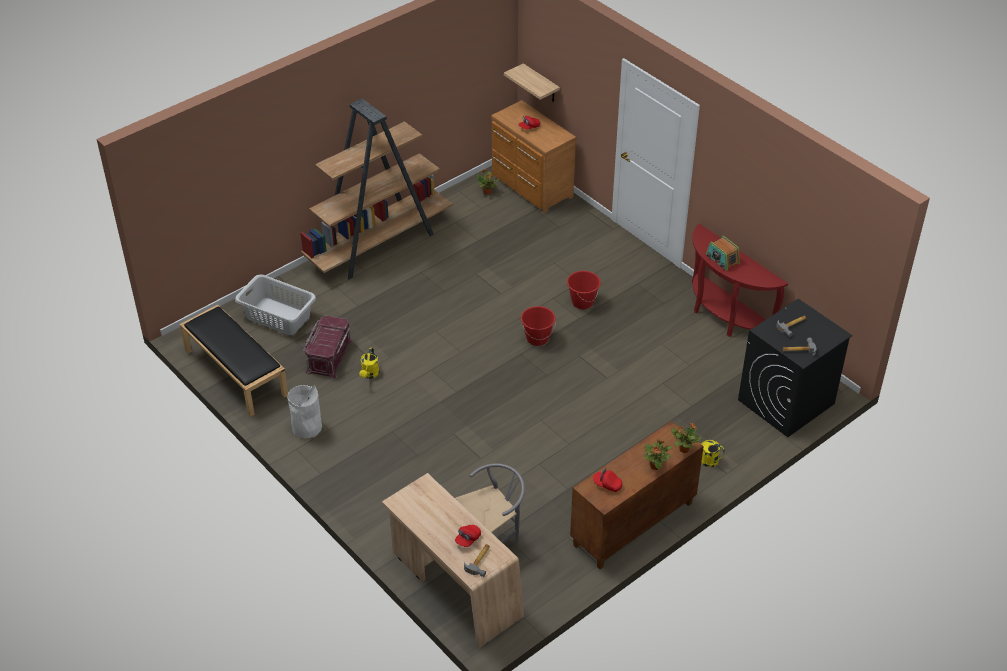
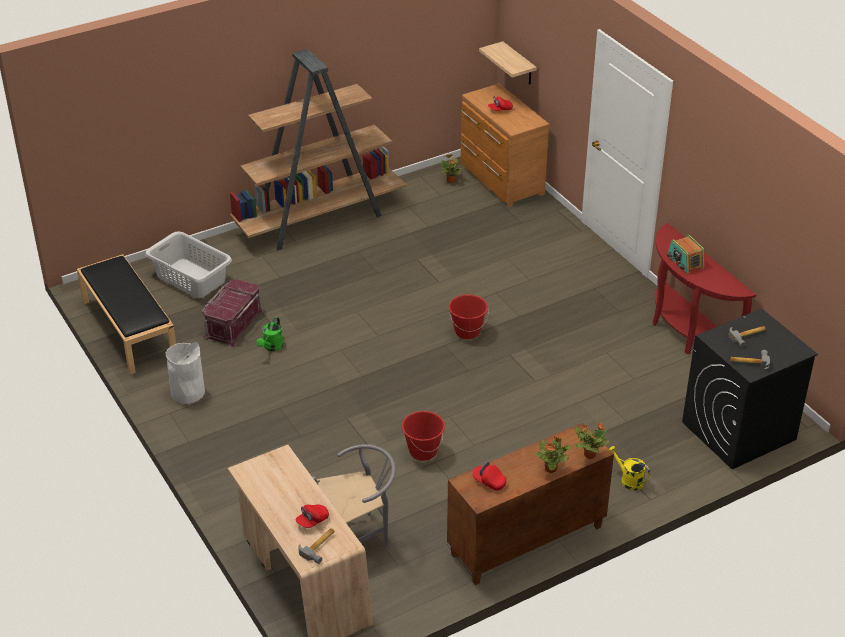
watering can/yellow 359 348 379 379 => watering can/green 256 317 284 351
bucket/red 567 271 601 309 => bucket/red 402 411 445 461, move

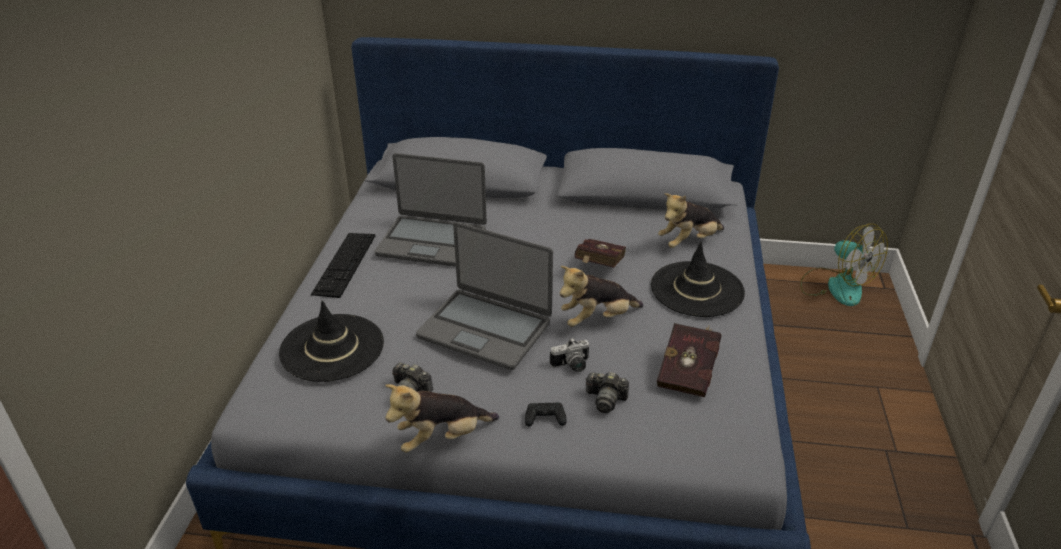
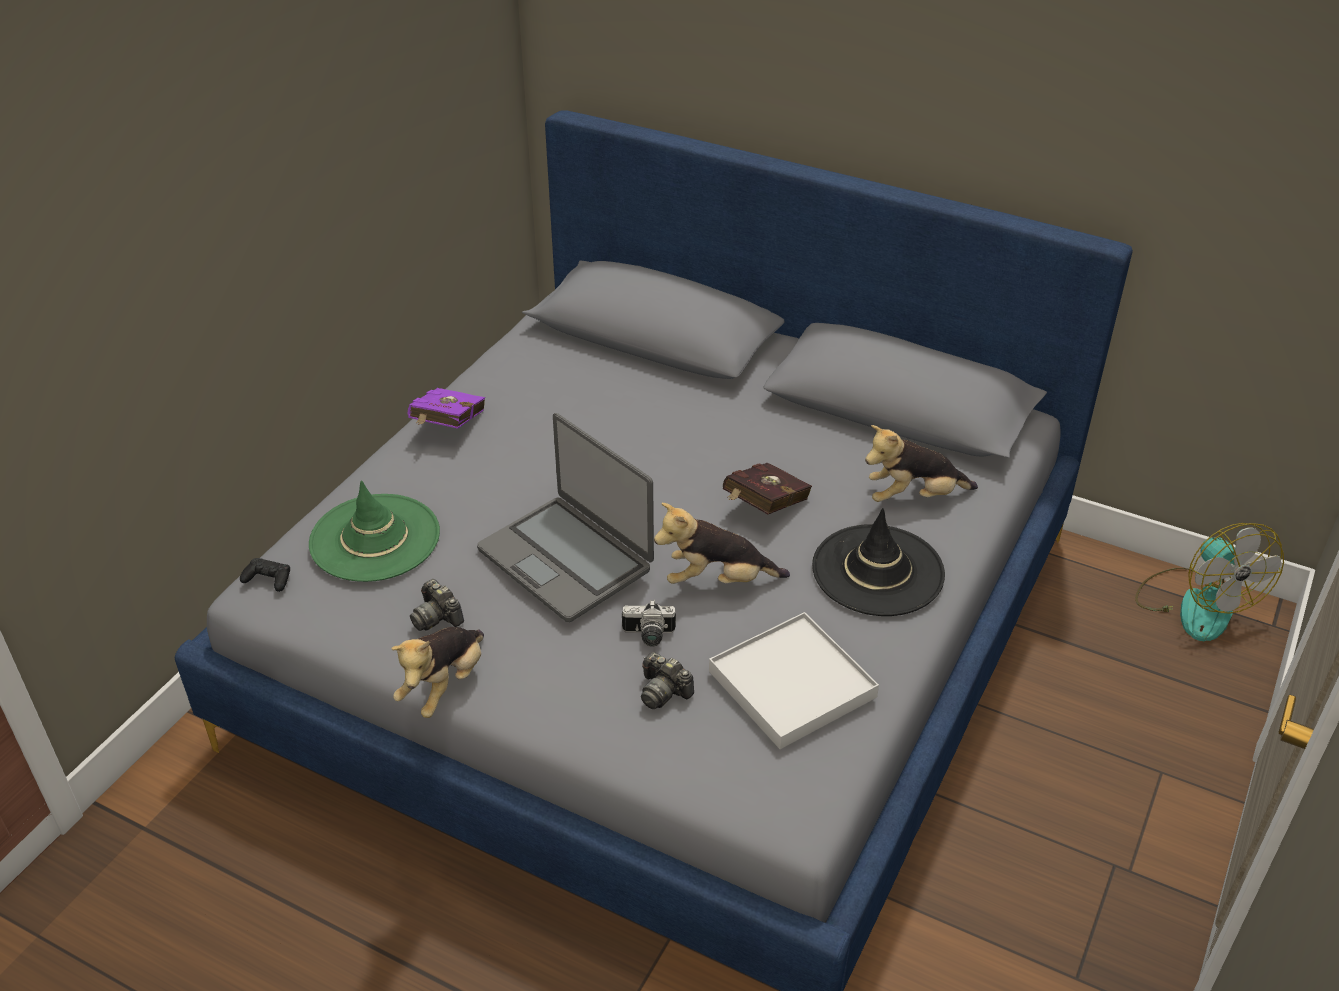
game controller/black 525 402 567 426 => game controller/black 240 558 290 592, move
hat/black 279 300 384 382 => hat/green 309 480 440 582
plush toy 385 384 499 452 => plush toy 392 627 484 718, 60 degrees counterclockwise
keyboard 311 233 375 298 => book/purple 408 388 485 429
book/red 657 323 721 397 => tray/white 709 612 879 749
laptop 375 153 487 267 => nothing

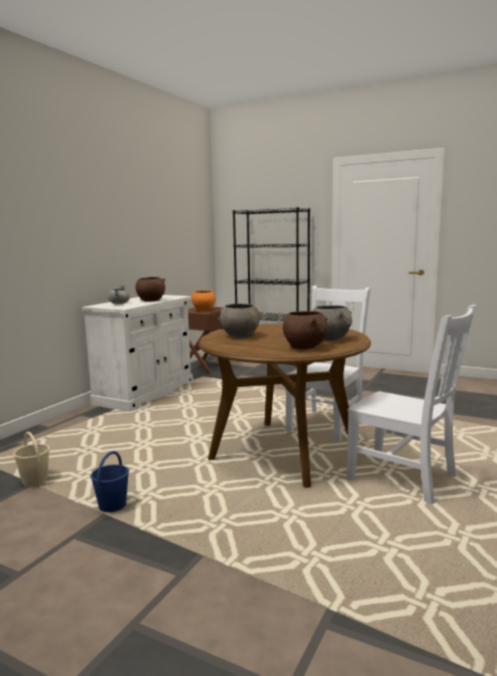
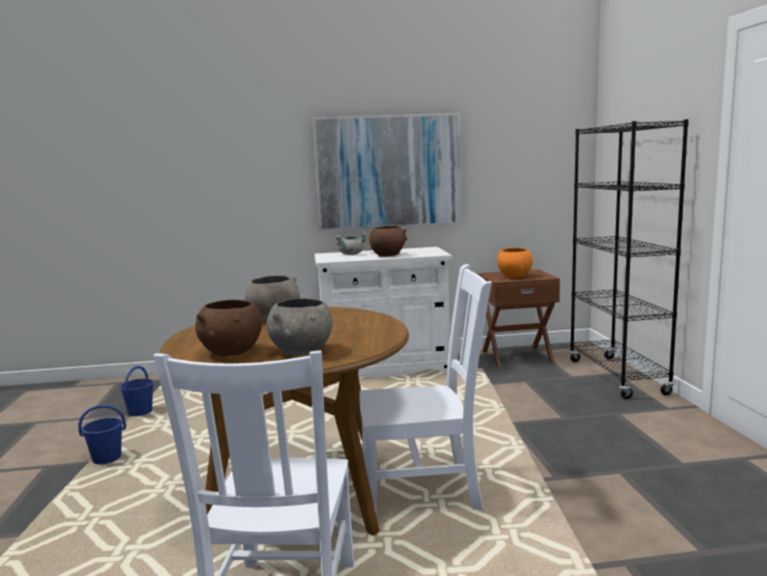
bucket/beige 13 432 50 486 => bucket/blue 120 366 153 416
nothing => picture 312 113 461 232

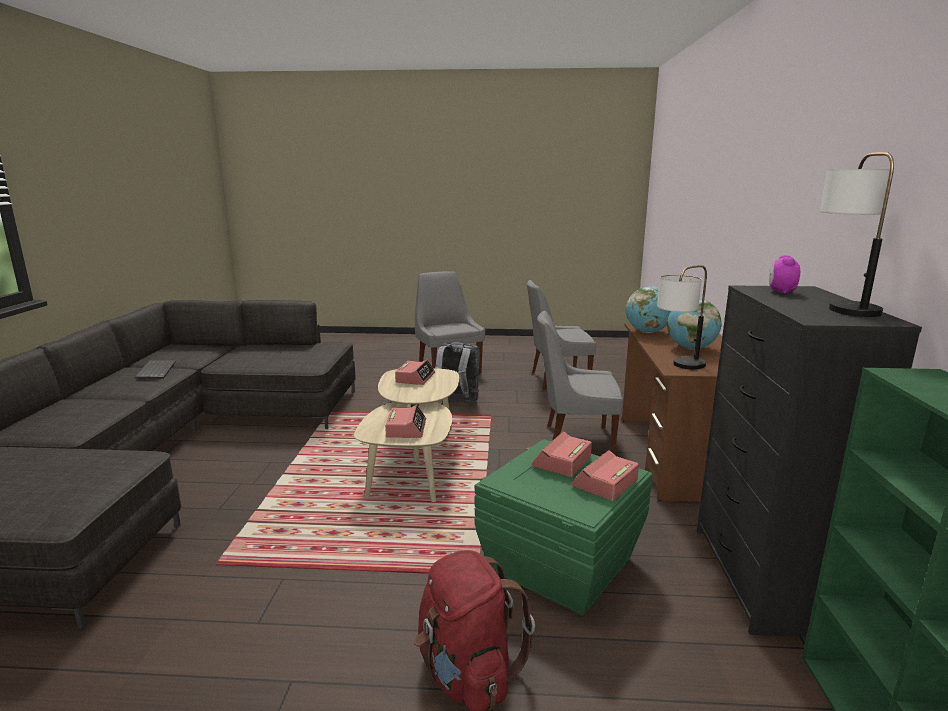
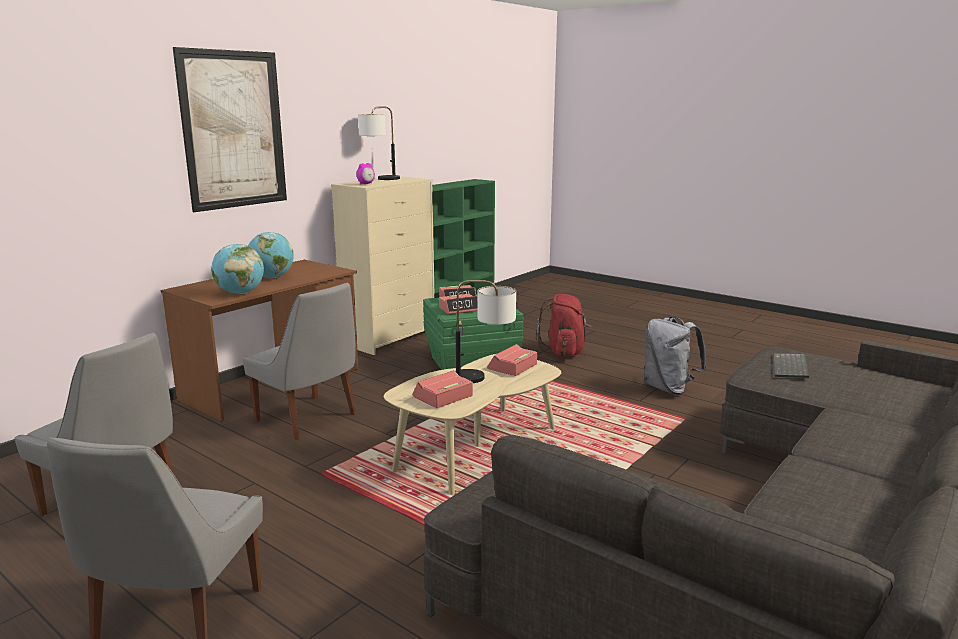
nothing => picture 173 47 287 212
dresser/black 697 285 922 637 => dresser/beige 331 176 435 355
table lamp 657 265 707 369 => table lamp 455 280 516 383, move
backpack/grey 435 342 480 403 => backpack/grey 644 317 706 395, move
keyboard 135 360 175 379 => keyboard 773 353 809 378, move

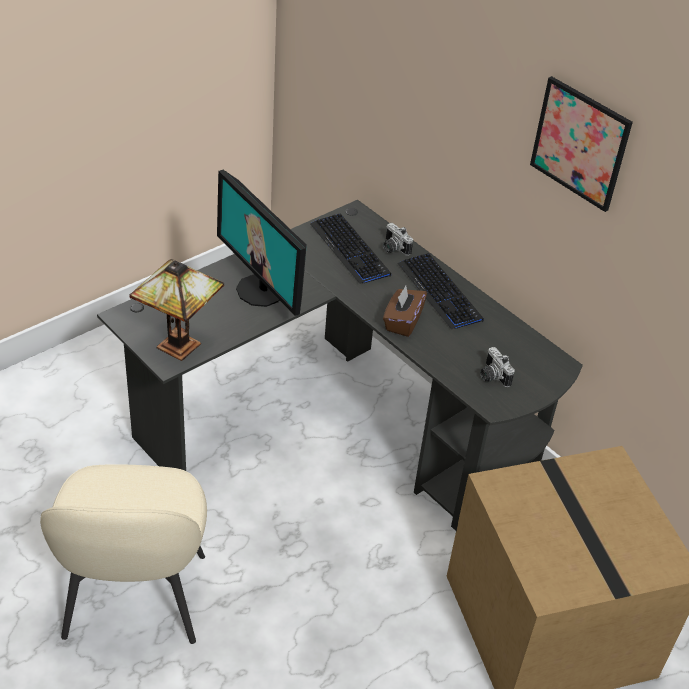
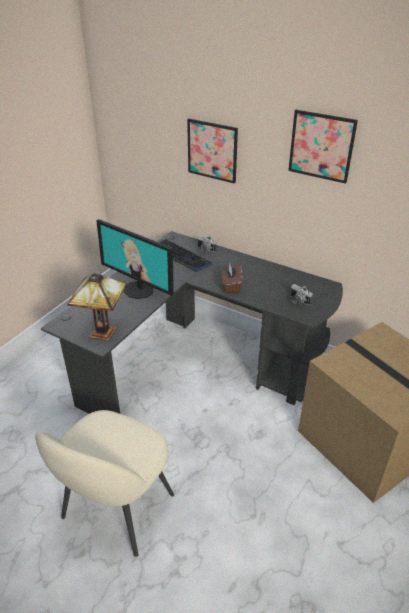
chair/beige 40 465 207 644 => chair/beige 35 410 174 557, 45 degrees clockwise
nothing => picture 187 119 238 184
keyboard 398 253 484 330 => nothing

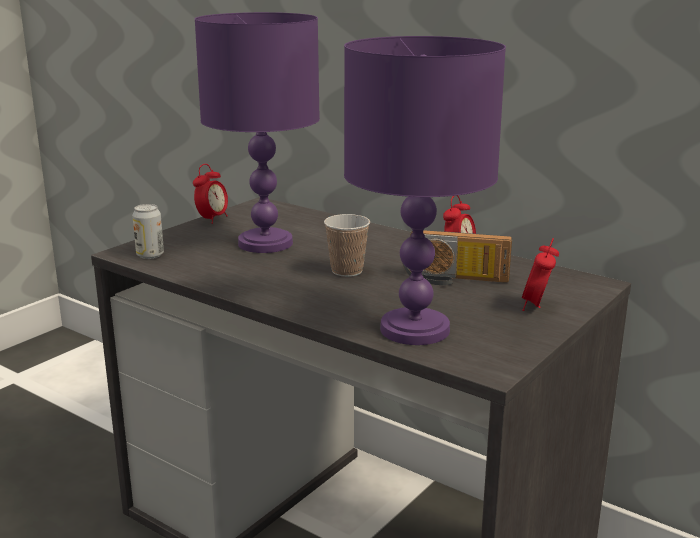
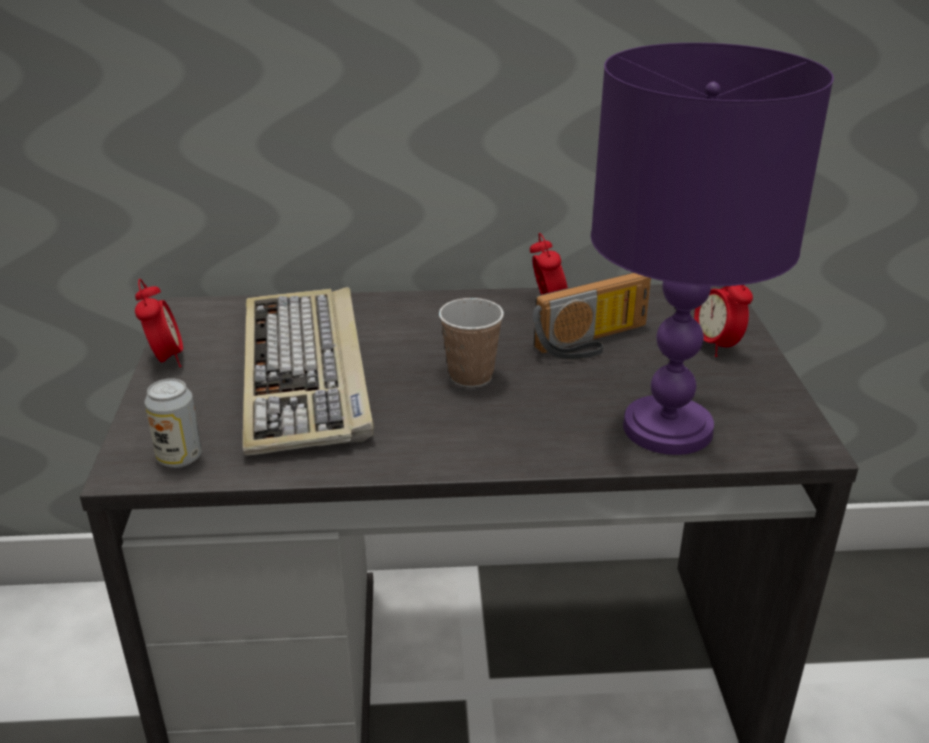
table lamp/purple 195 12 320 253 => keyboard 243 287 374 456

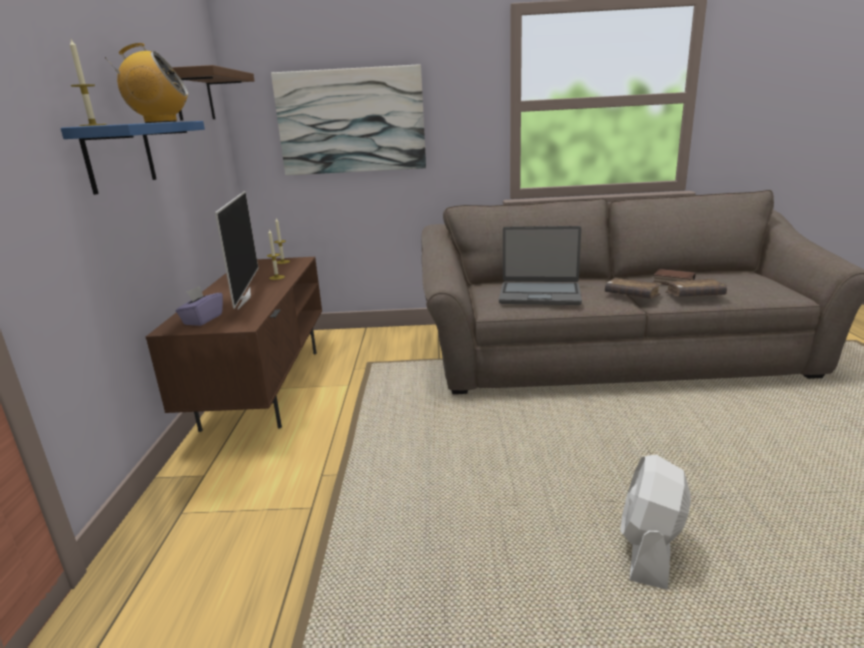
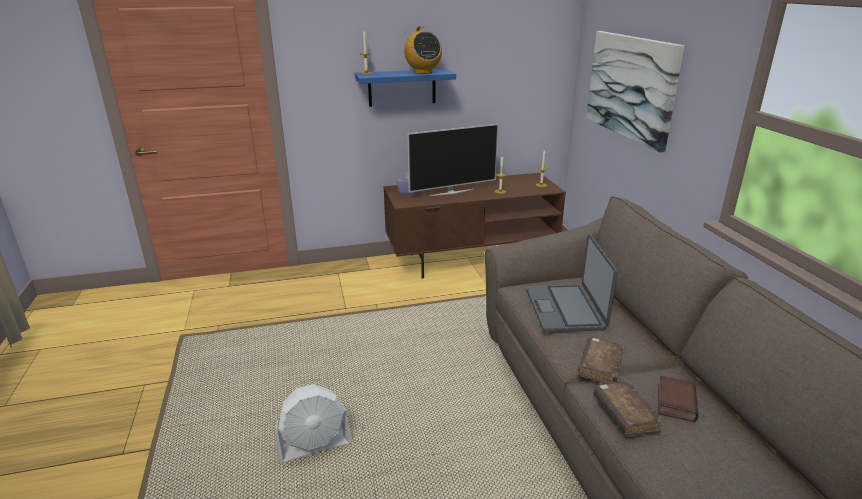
fan/white 620 455 691 590 => fan/white 276 384 352 463, 150 degrees clockwise
shelf/brown 172 65 254 121 => nothing

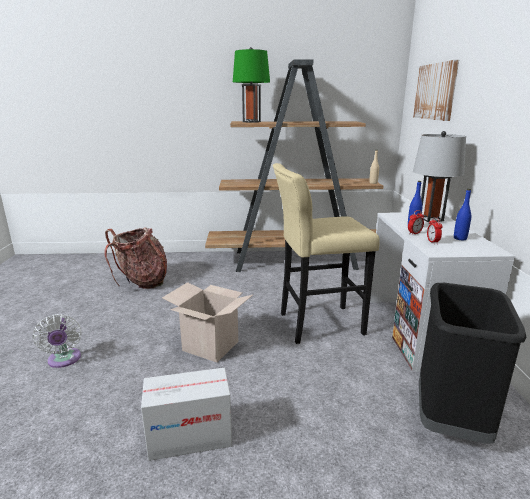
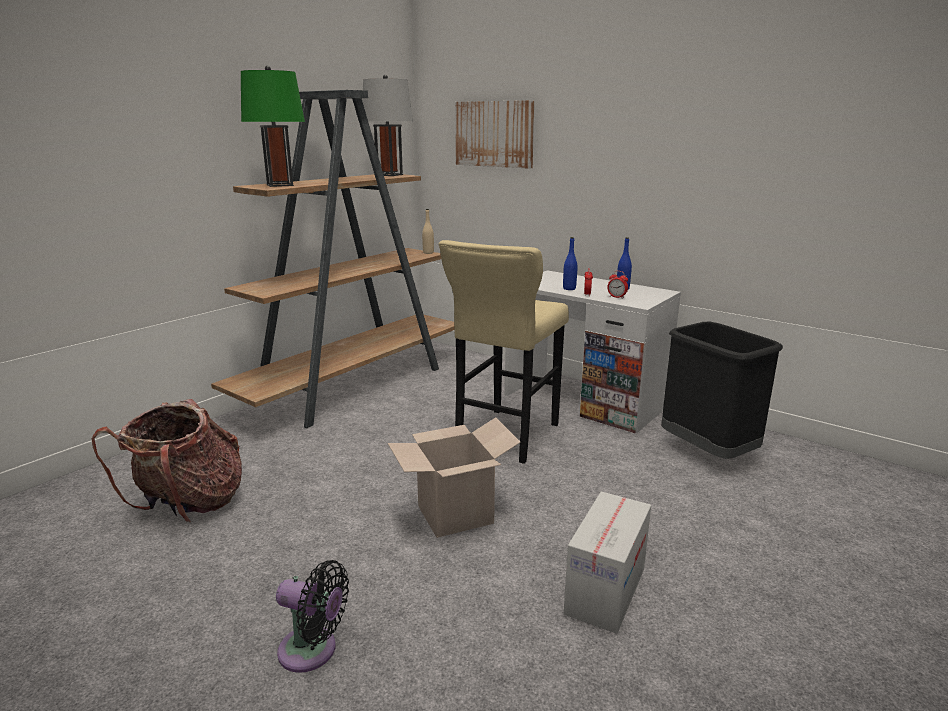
fan/white 32 314 82 368 => fan/black 276 560 349 673
table lamp/grey 413 131 466 222 => table lamp/grey 362 75 413 176, move

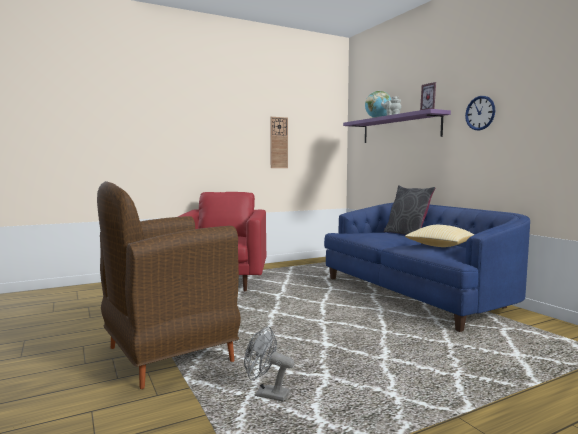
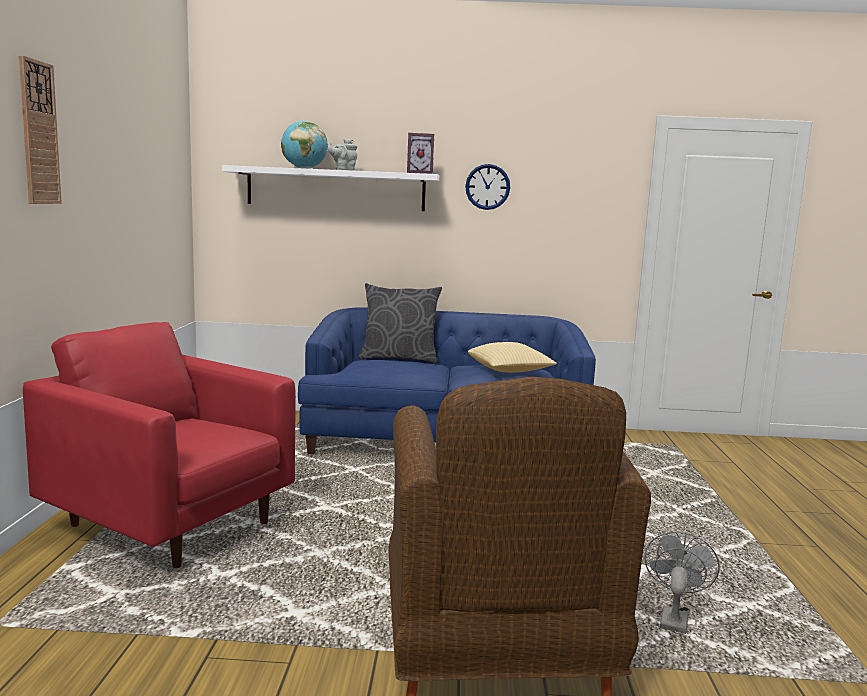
wall clock 270 117 288 168 => wall clock 19 55 62 204, move
shelf/purple 343 109 451 143 => shelf/white 222 165 439 211
fan/grey 244 327 294 402 => fan/grey 644 532 720 634, 150 degrees clockwise

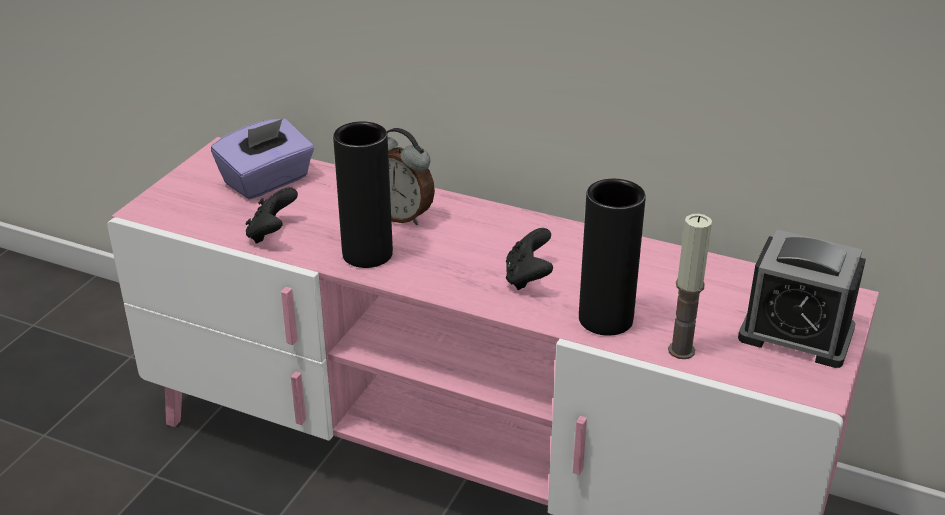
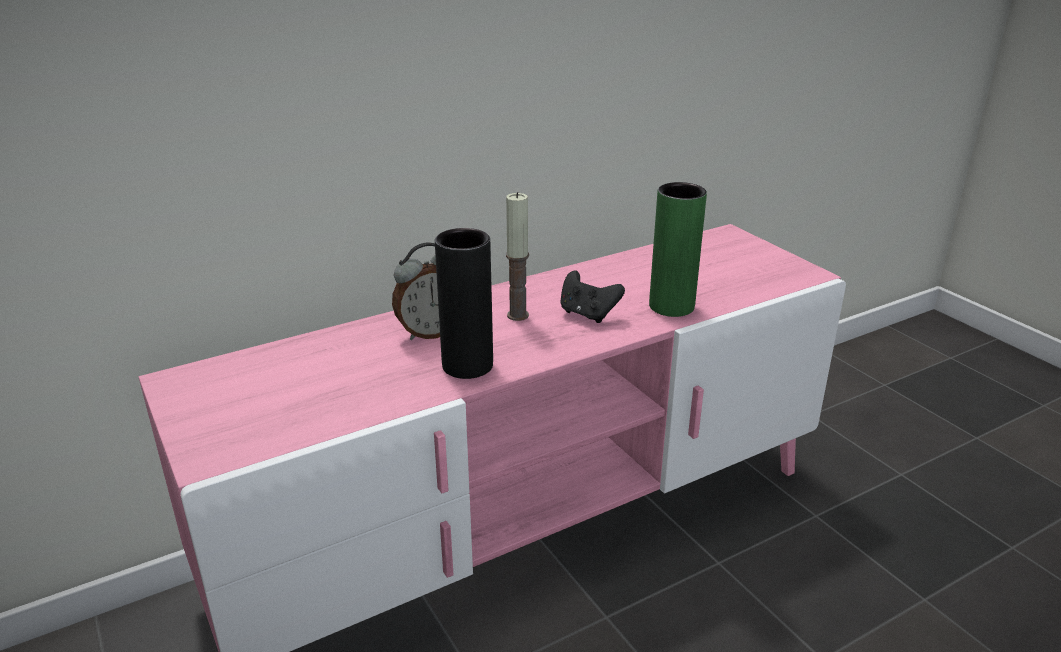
candle 668 214 712 359 => candle 506 192 529 321, move
vase/black 579 179 646 336 => vase/green 649 182 707 317
tissue box/purple 211 118 314 199 => nothing
game controller/black 246 187 298 244 => nothing
alarm clock 738 230 866 368 => nothing

